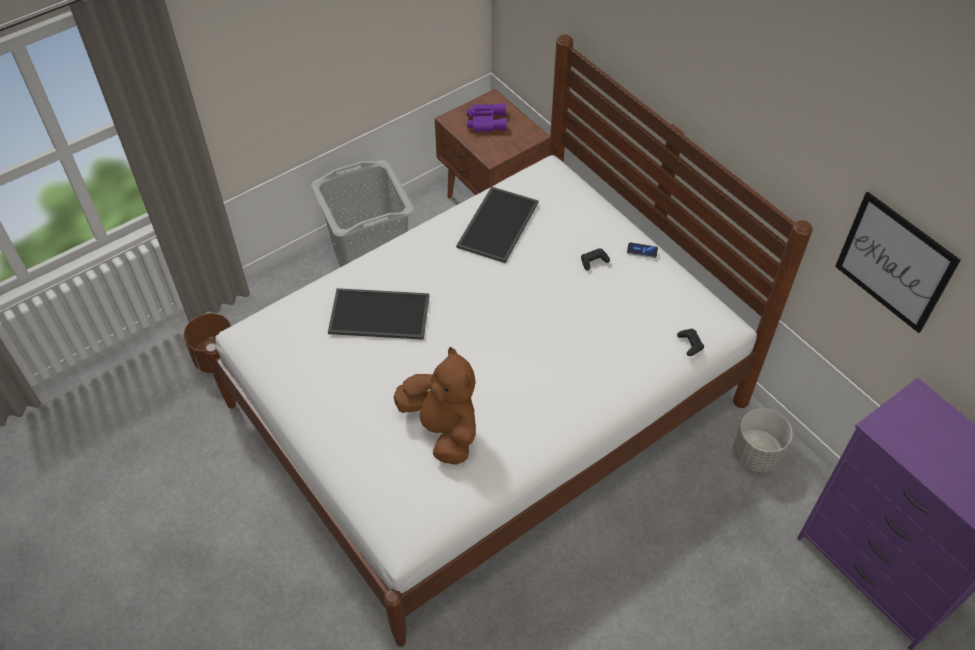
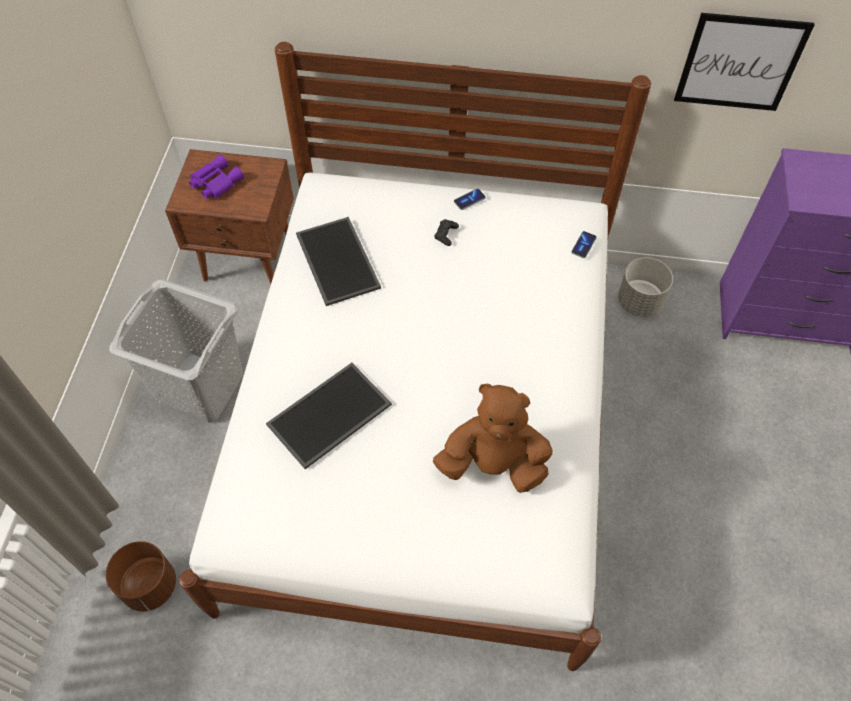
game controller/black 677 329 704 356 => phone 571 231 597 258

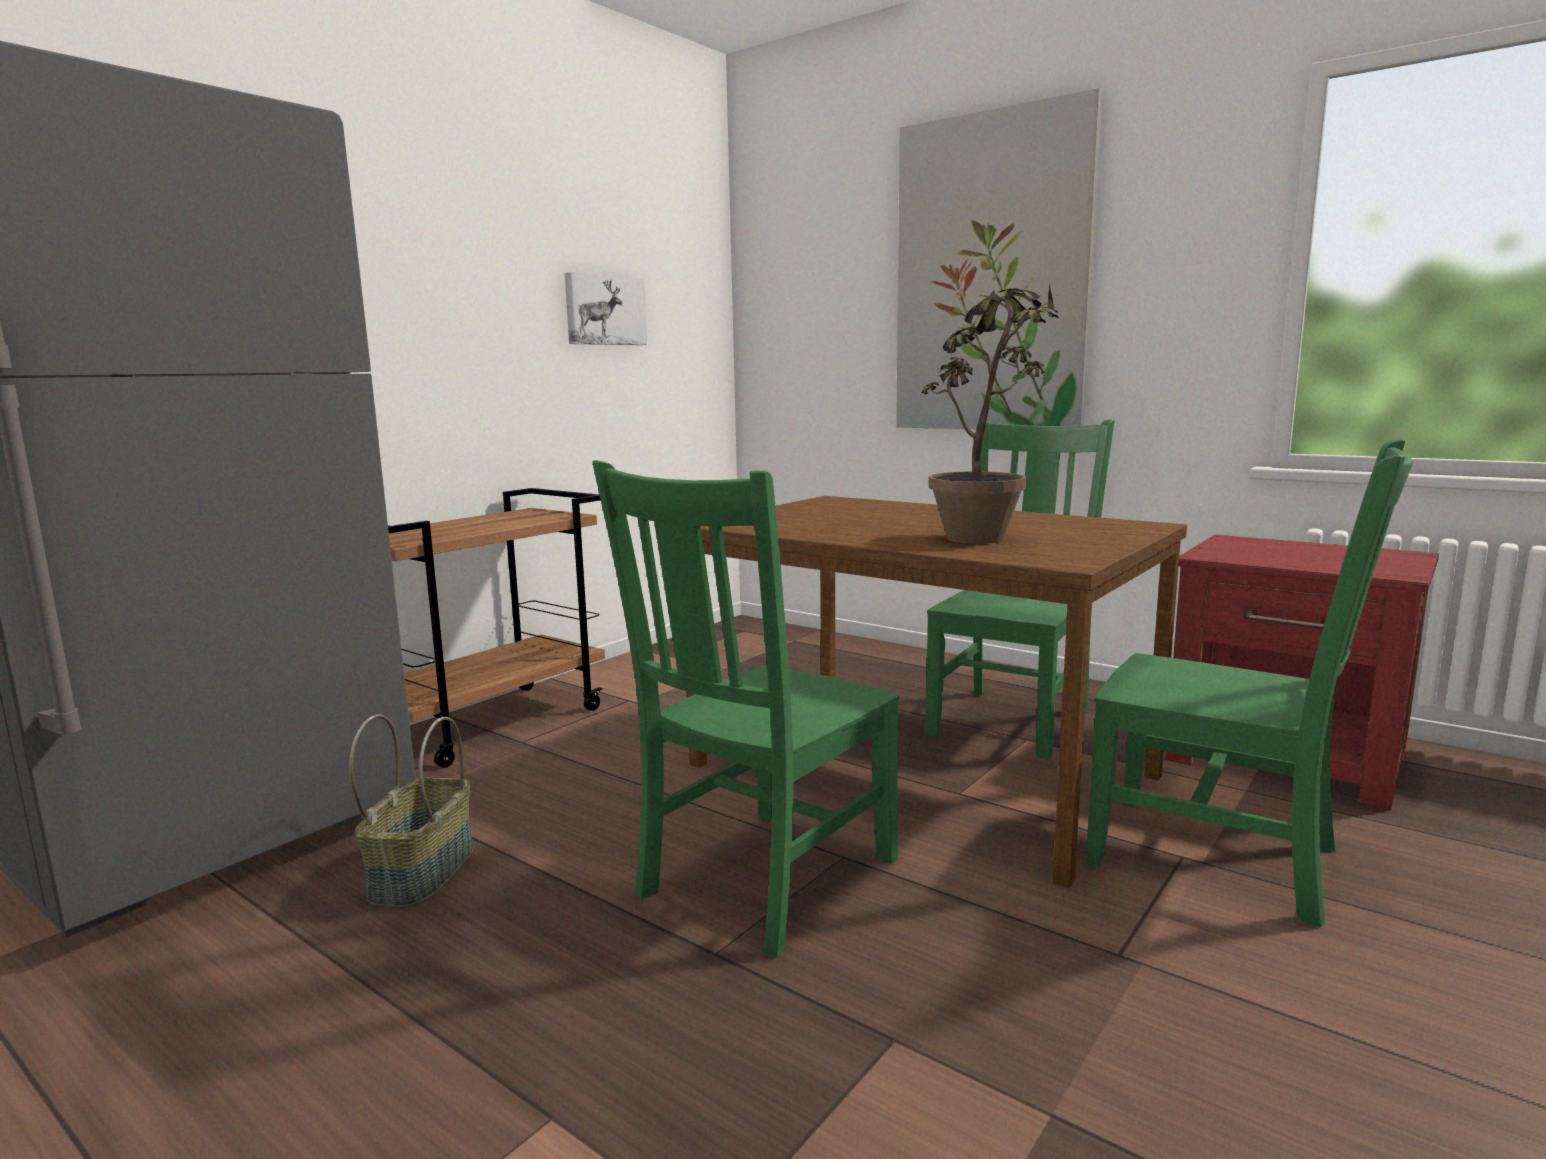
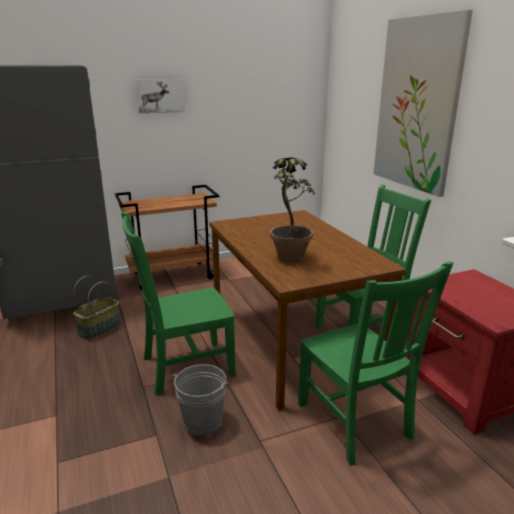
picture 565 272 647 345 => picture 136 79 185 114, move
nothing => bucket/grey 171 364 228 436

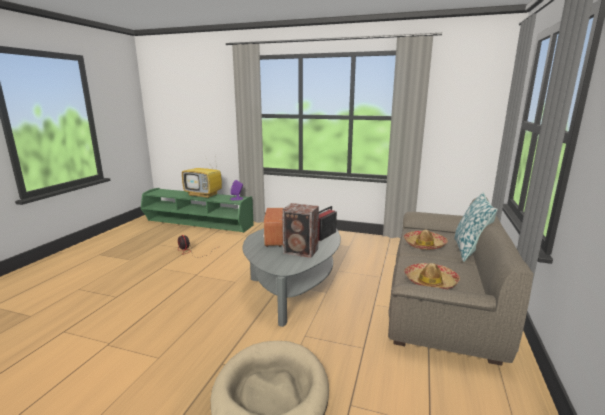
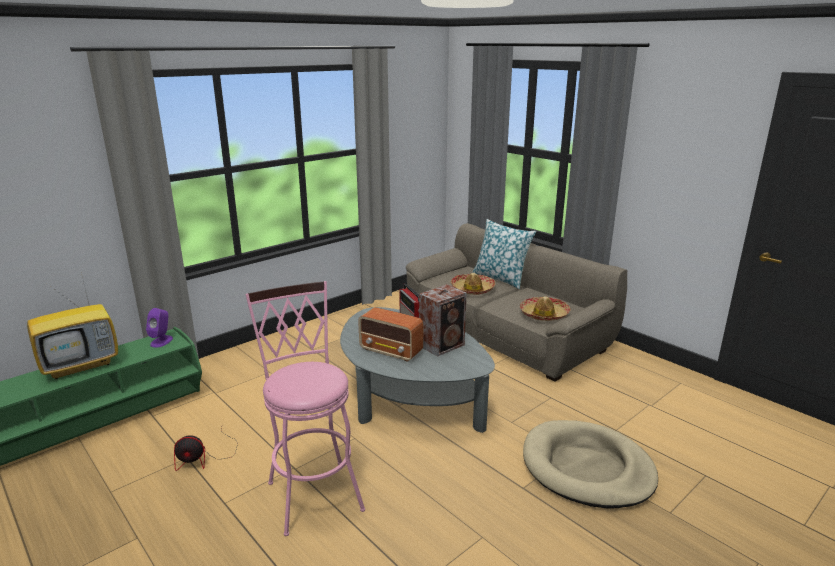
nothing => stool/pink 245 281 365 536

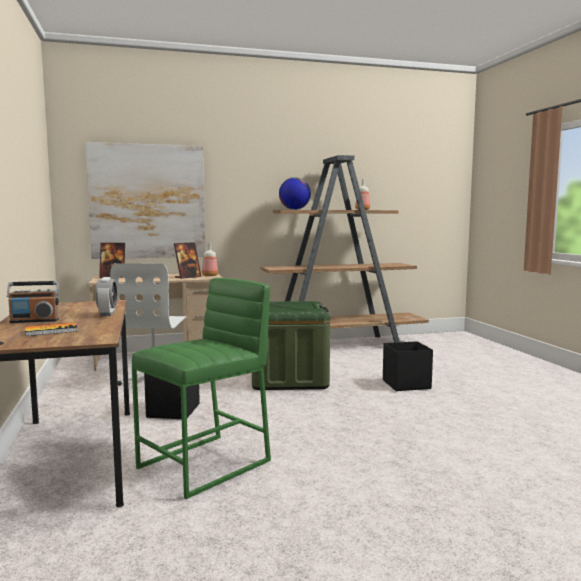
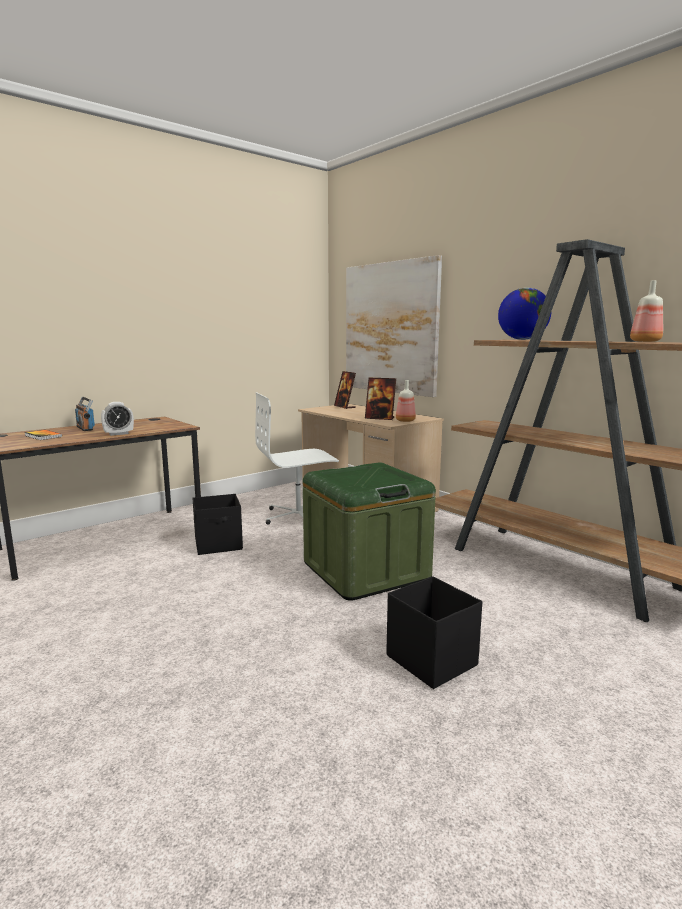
stool/green 132 278 271 499 => nothing

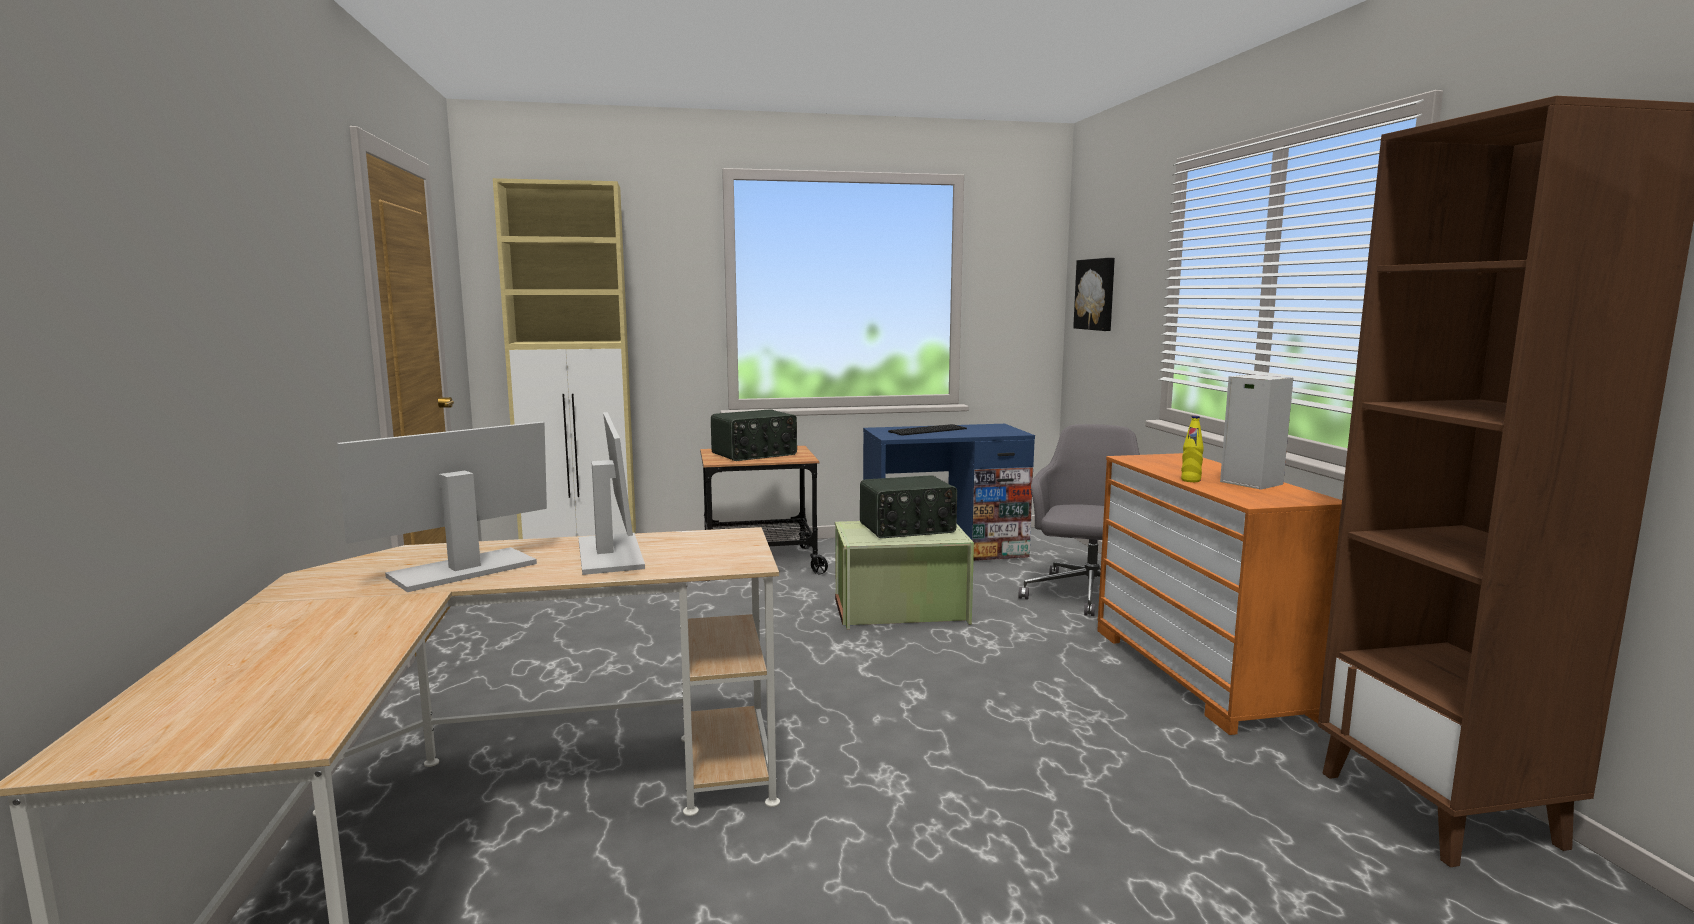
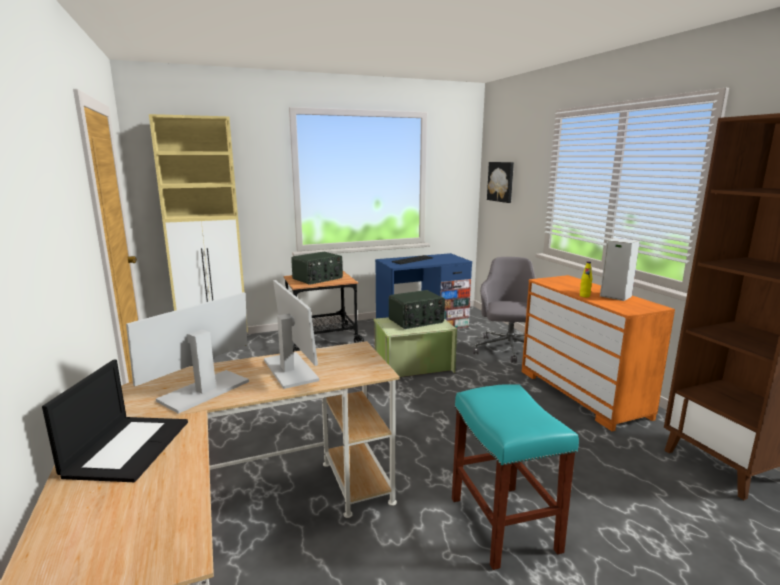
nothing => laptop 42 360 188 482
nothing => stool/turquoise 452 384 579 570

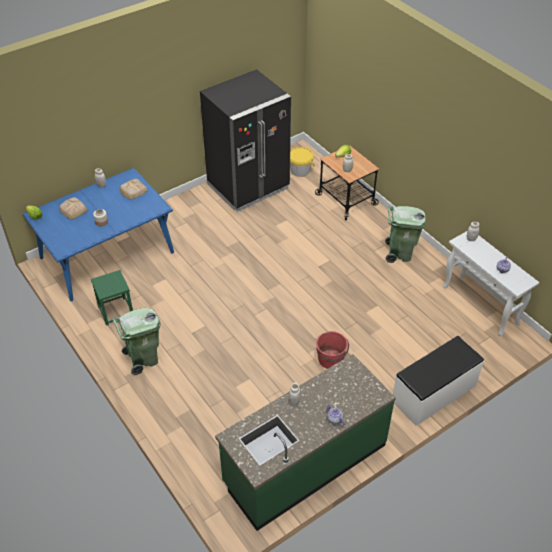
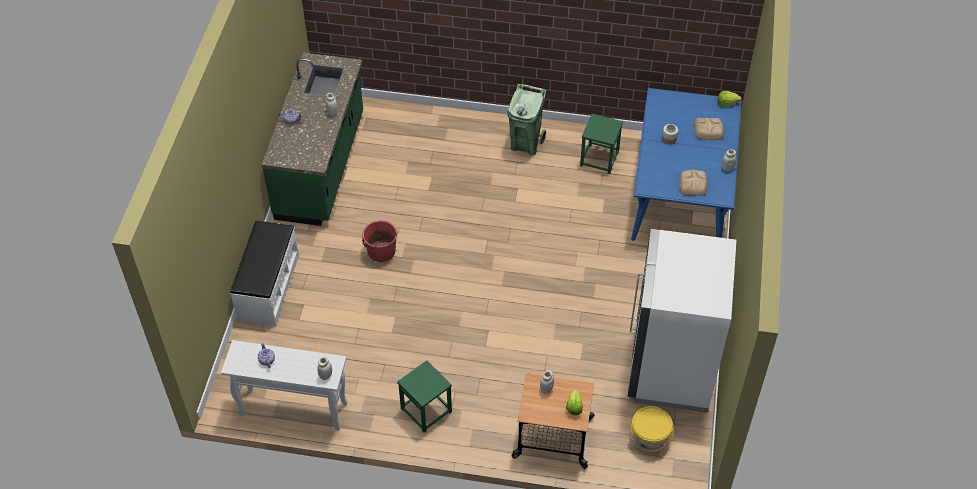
trash can/green 385 206 426 263 => stool/green 397 360 452 433
fridge/black 200 69 291 212 => fridge/white 628 229 736 413

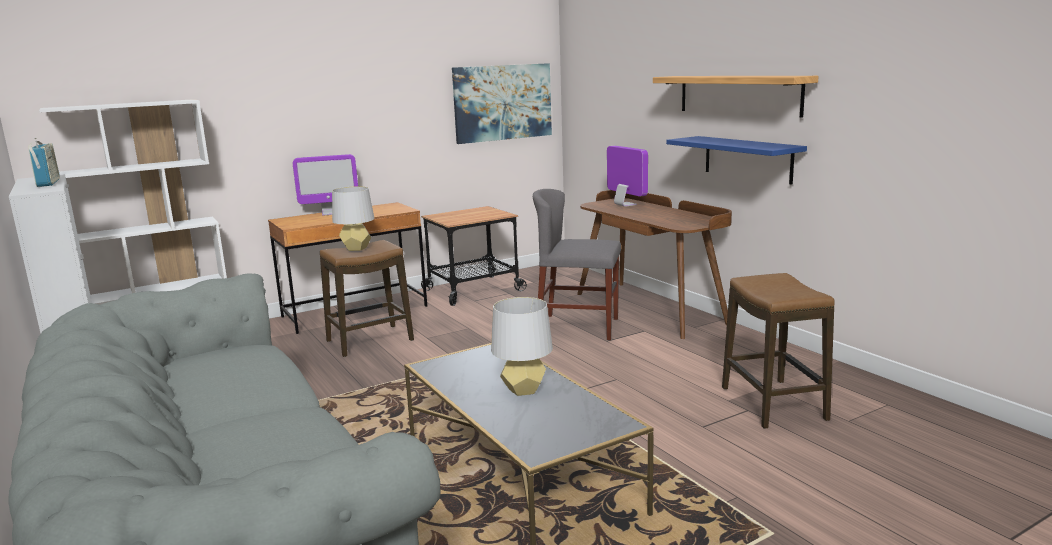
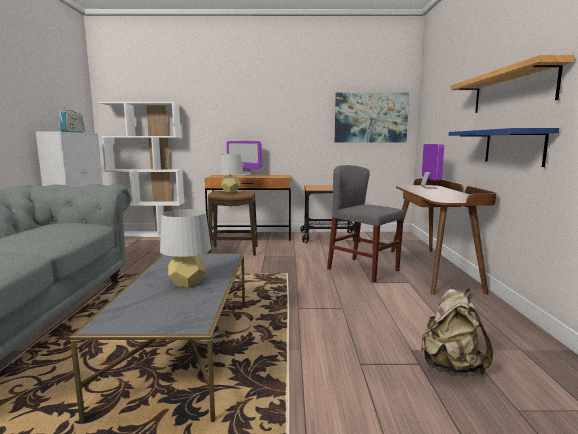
stool 722 273 835 429 => backpack/beige 420 289 493 375

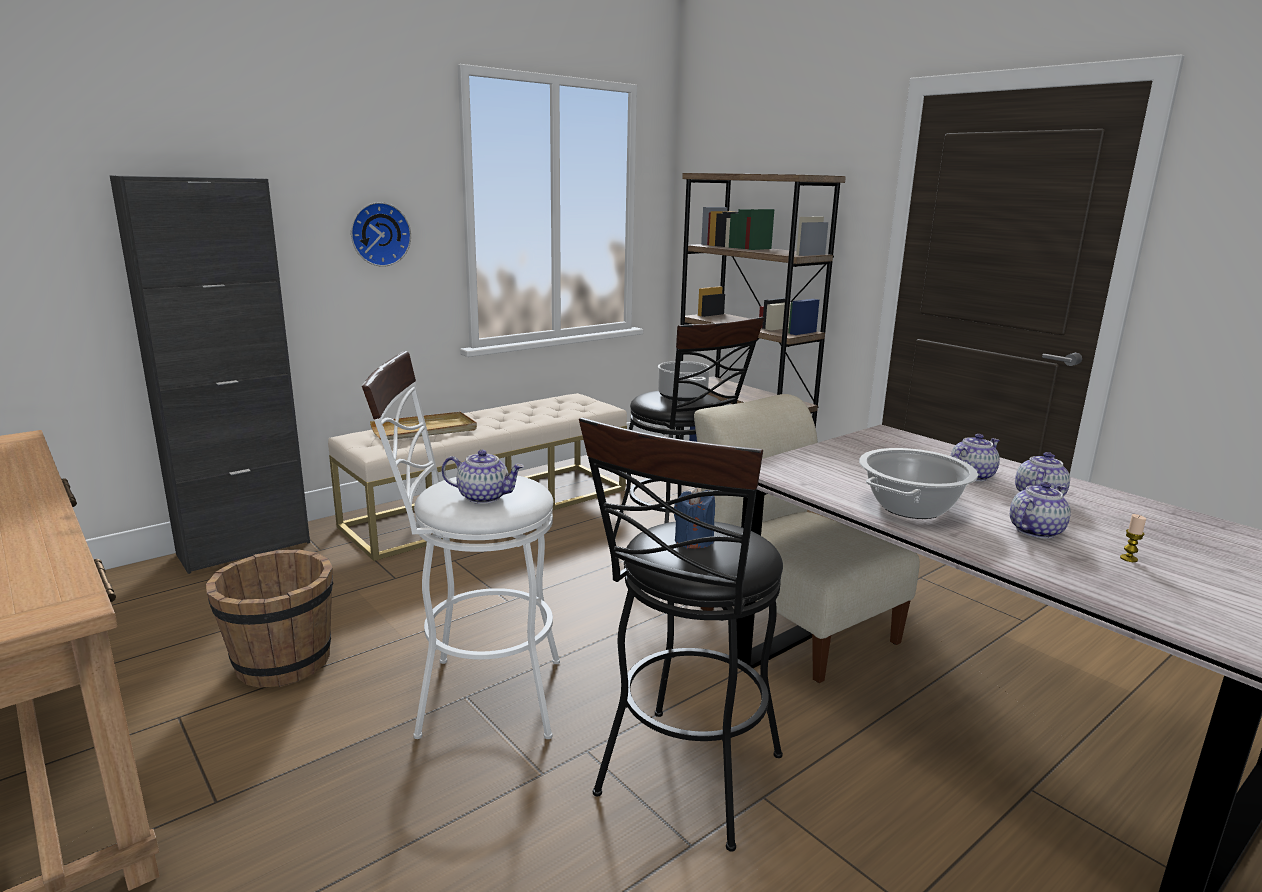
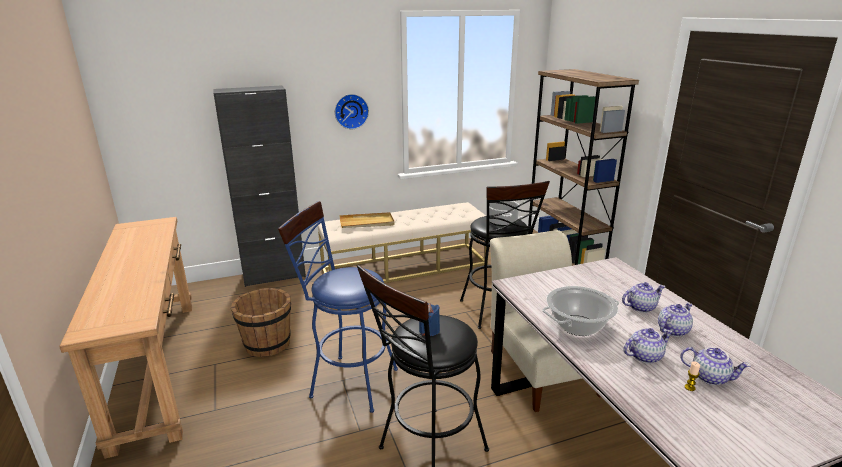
stool/white 362 351 560 739 => stool/blue 278 201 398 413
teapot 441 450 524 504 => teapot 681 347 751 385, move

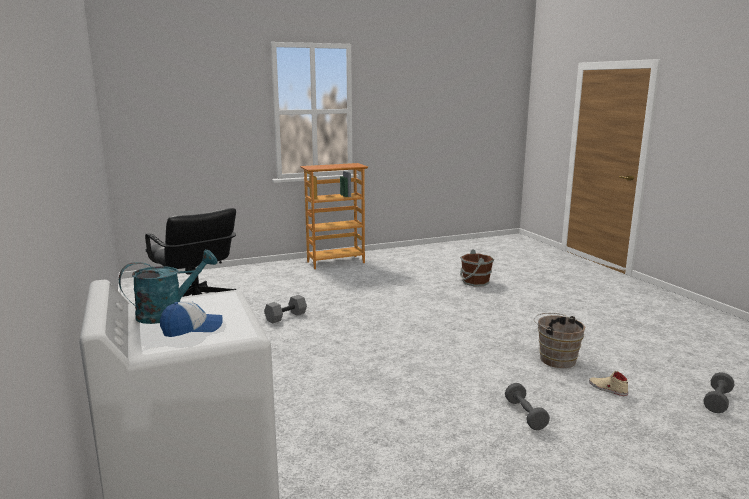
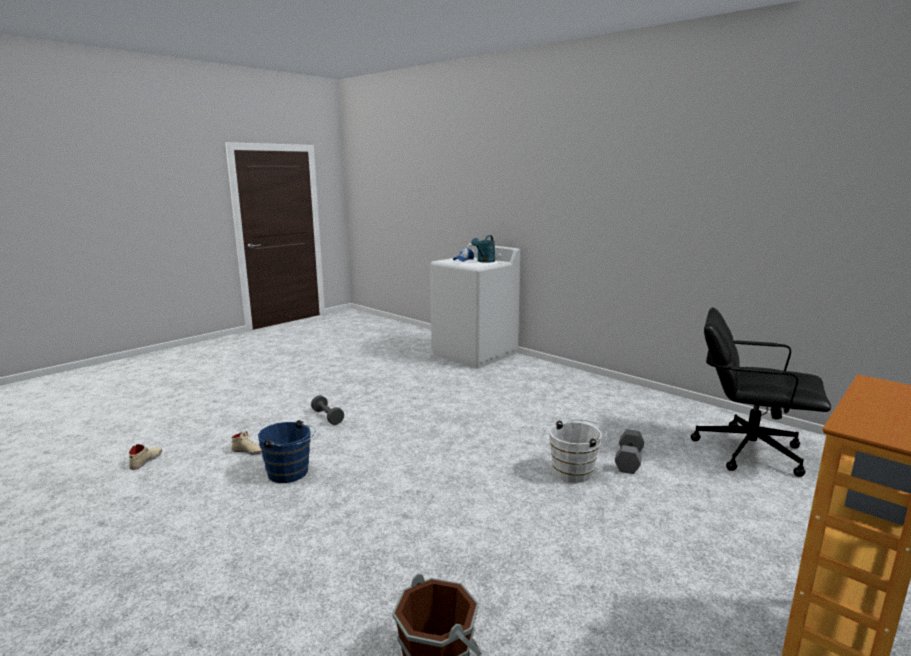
dumbbell/grey 704 372 734 413 => shoe/beige 129 444 162 470
bucket/brown 534 313 585 368 => bucket/blue 258 420 315 483
nothing => bucket/white 549 419 607 483

